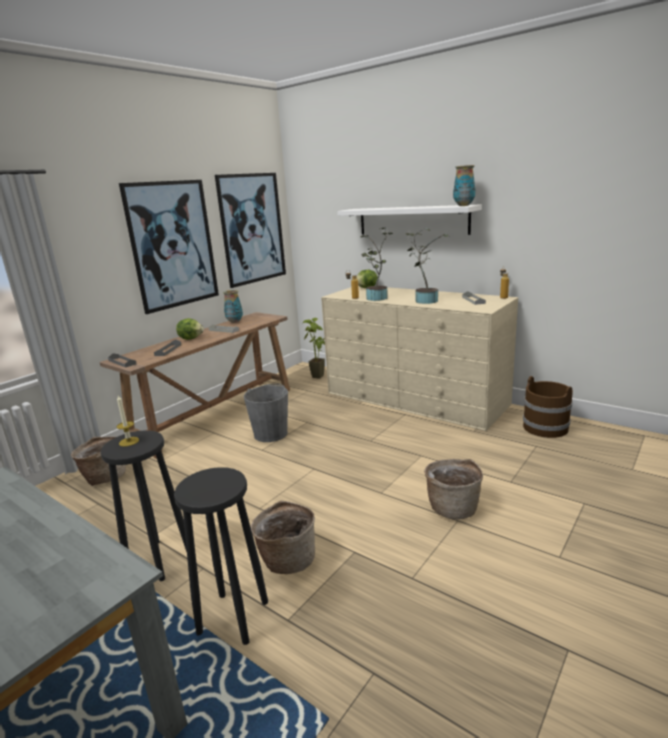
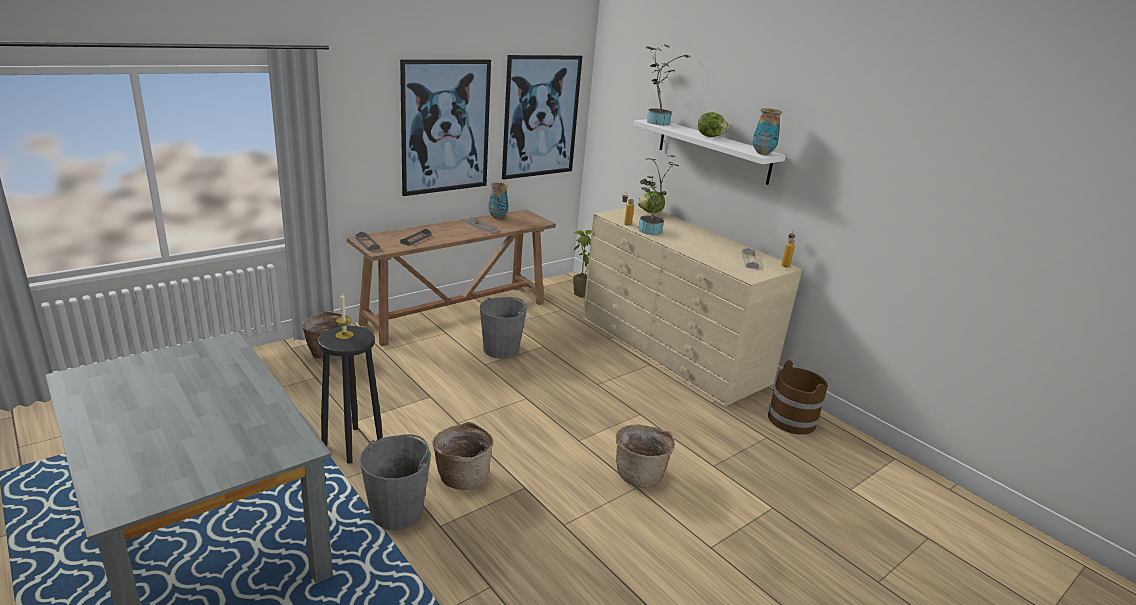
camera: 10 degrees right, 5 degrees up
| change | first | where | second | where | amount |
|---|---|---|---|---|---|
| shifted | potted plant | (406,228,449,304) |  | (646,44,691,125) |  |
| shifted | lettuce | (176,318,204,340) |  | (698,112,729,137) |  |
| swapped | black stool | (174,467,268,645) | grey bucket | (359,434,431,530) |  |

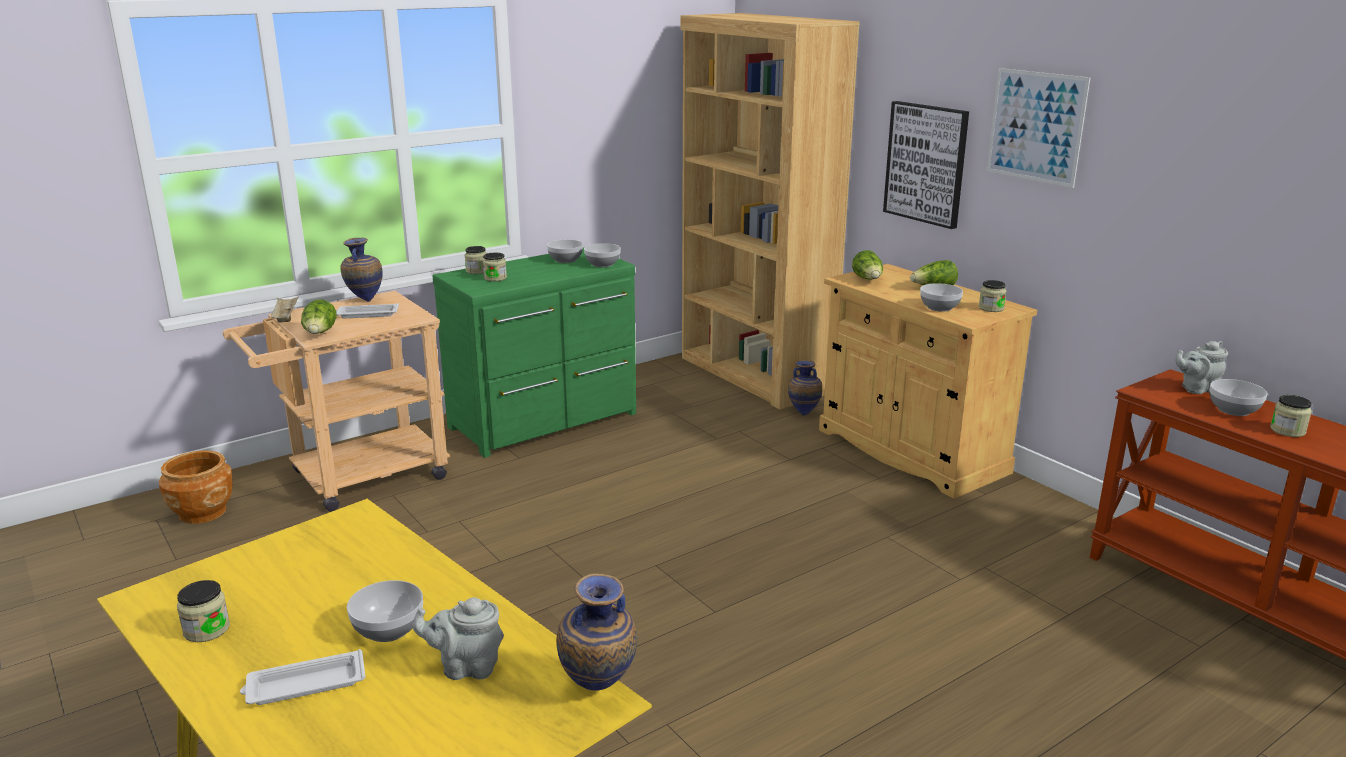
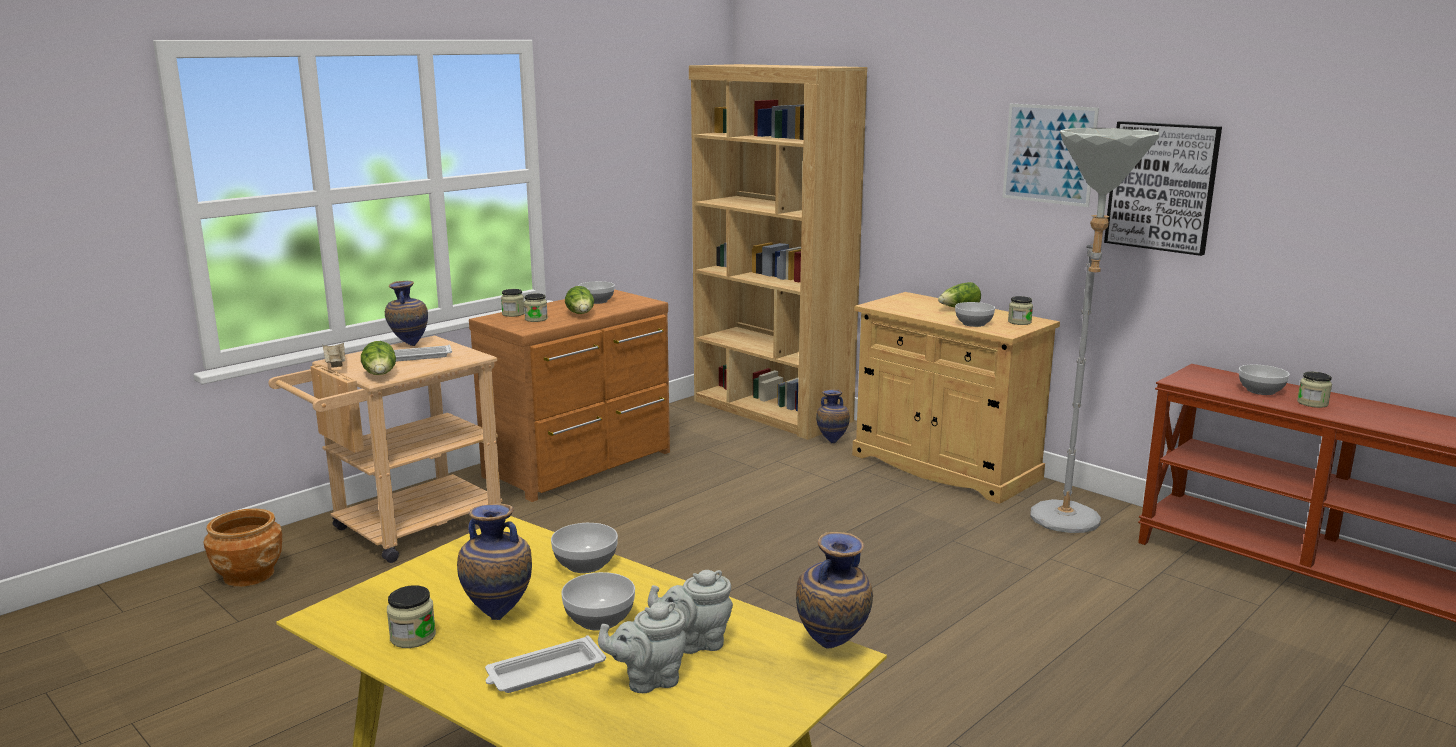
camera: 10 degrees left, 5 degrees down
| change | first | where | second | where | amount |
|---|---|---|---|---|---|
| shifted | picture | (883,101,969,229) |  | (1104,121,1222,256) |  |
| shifted | bowl | (584,243,621,267) |  | (551,523,618,573) |  |
| repainted | green dresser | (433,247,636,458) | brown dresser | (469,289,670,502) |  |
| shifted | lettuce | (852,250,883,280) |  | (565,286,594,314) |  |
| shifted | grey teapot | (1175,341,1228,394) |  | (598,602,686,693) |  |
| new |  |  | grey floor lamp | (1030,128,1159,533) |  |
| new |  |  | vase | (457,503,532,620) |  |

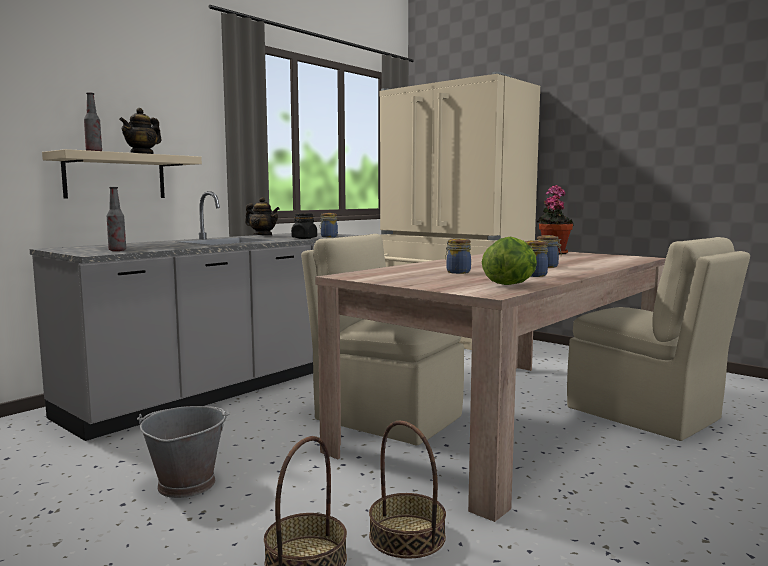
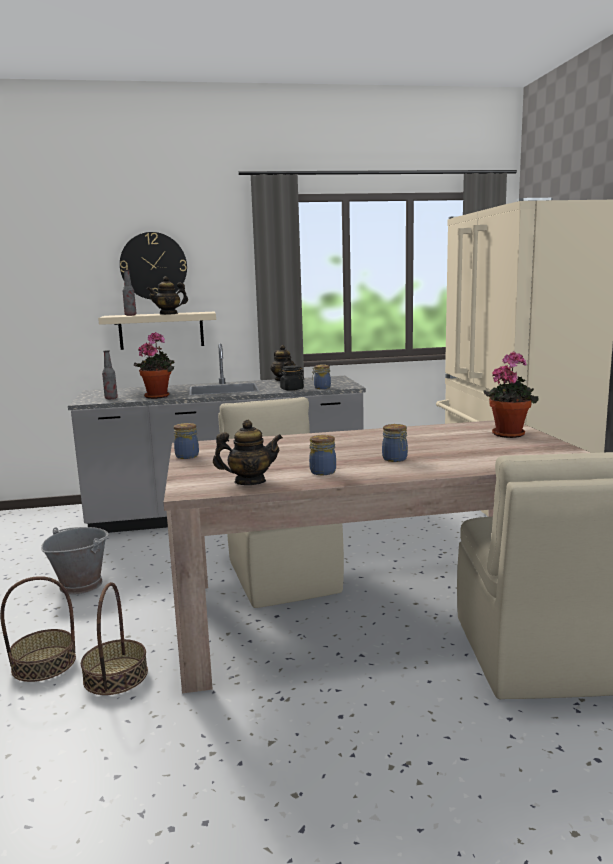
camera: 40 degrees right, 5 degrees up
| change | first | where | second | where | amount |
|---|---|---|---|---|---|
| swapped | lettuce | (482,237,537,285) | teapot | (213,420,283,485) |  |
| shifted | jar | (445,238,471,274) |  | (174,423,199,459) |  |
| new |  |  | wall clock | (120,232,187,299) |  |
| new |  |  | potted plant | (134,332,174,399) |  |

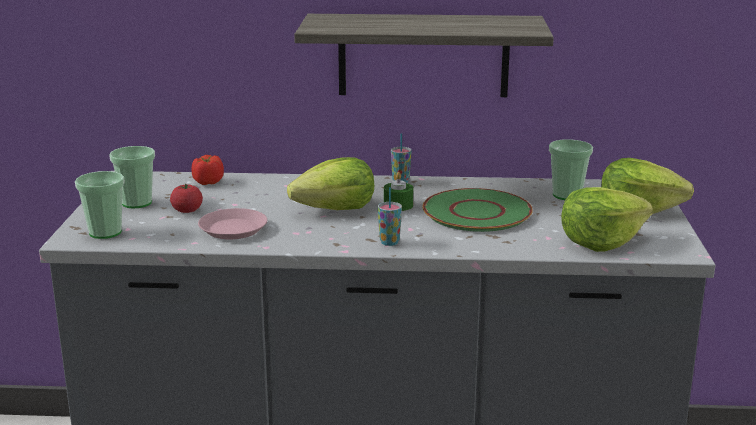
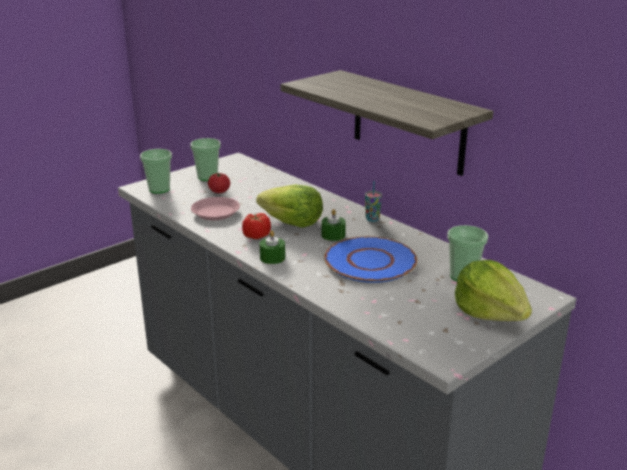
camera: 45 degrees right, 5 degrees up
| change | first | where | second | where | amount |
|---|---|---|---|---|---|
| shifted | tomato | (192,155,224,185) |  | (242,213,271,239) |  |
| swapped | cup | (378,187,402,246) | green candle | (260,231,285,264) |  |
| gone | lettuce | (561,187,653,252) |  |  |  |
| repainted | green plate | (422,188,533,232) | blue plate | (324,236,417,283) |  |

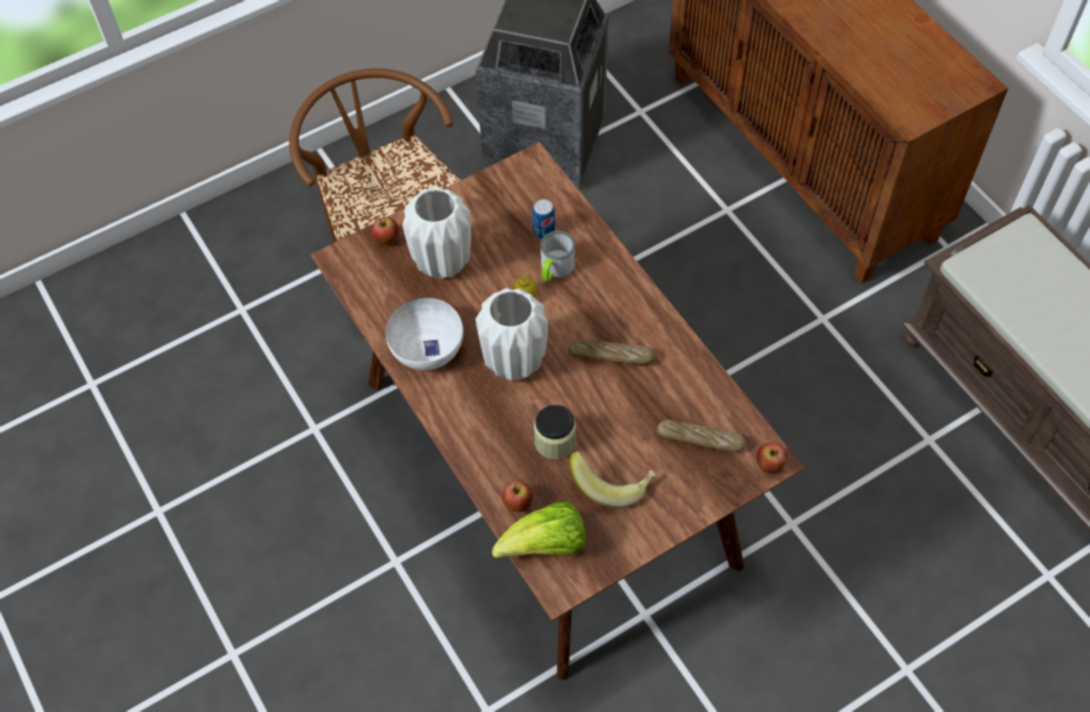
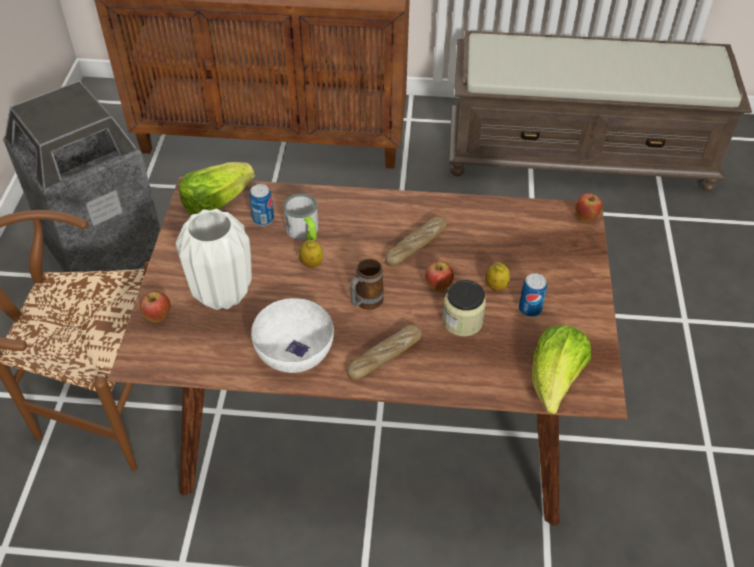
camera: 55 degrees left, 10 degrees down
| change | first | where | second | where | amount |
|---|---|---|---|---|---|
| swapped | white vase | (476,288,548,380) | mug | (350,258,384,310) |  |
| shifted | bread | (657,420,746,452) |  | (347,325,422,380) |  |
| swapped | banana | (568,451,656,508) | can | (519,273,547,317) |  |
| shifted | apple | (502,481,533,512) |  | (425,261,454,291) |  |
| new |  |  | lettuce | (179,162,255,215) |  |
| new |  |  | lemon | (485,262,510,291) |  |

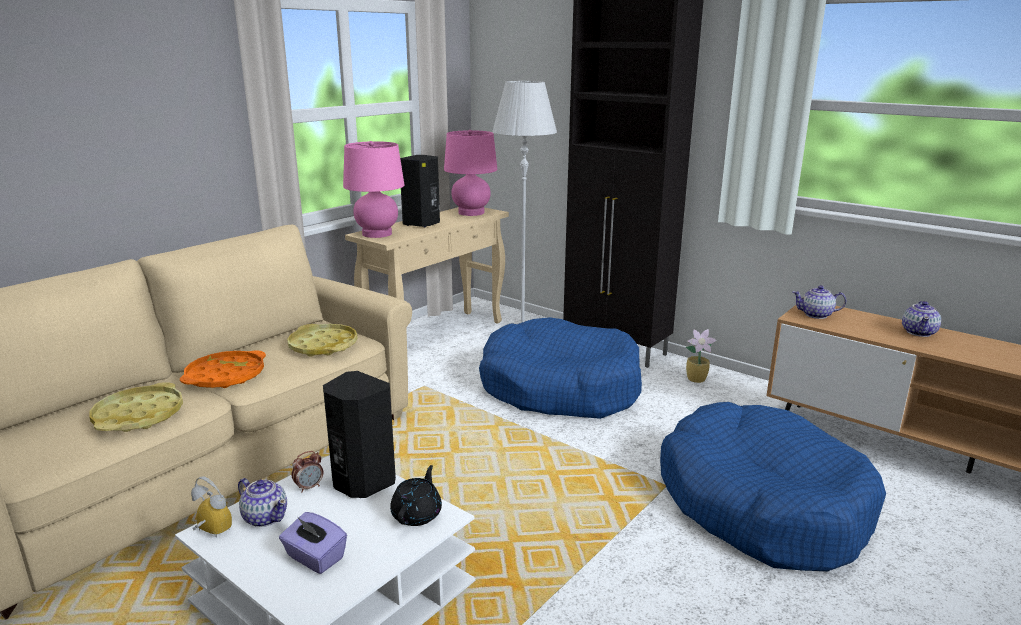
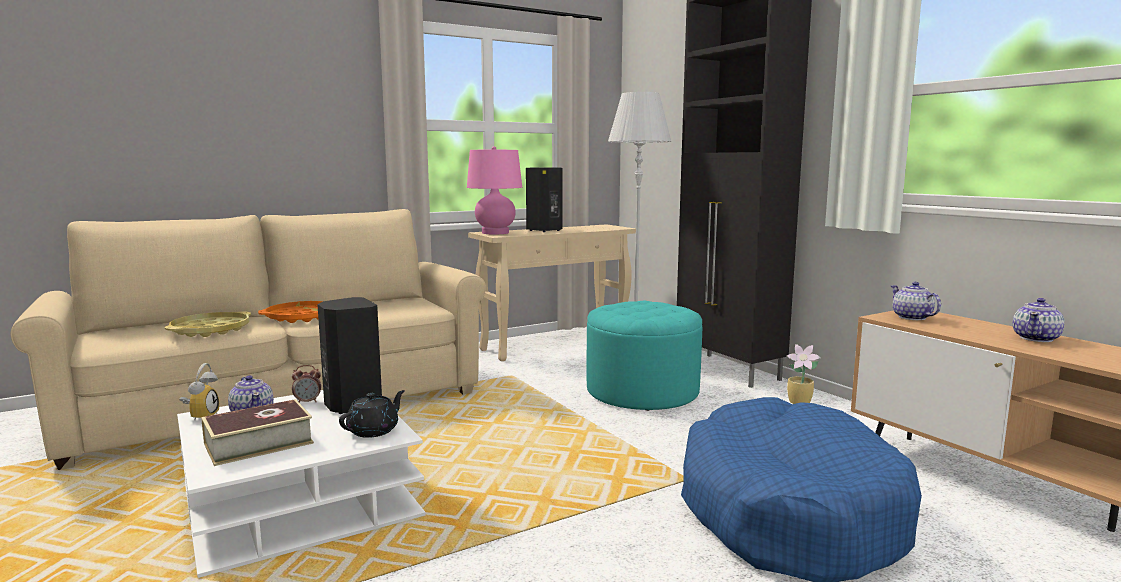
camera: 20 degrees right, 10 degrees down
| change | first | where | second | where | amount |
|---|---|---|---|---|---|
| gone | pink table lamp | (444,130,497,216) |  |  |  |
| rotated | teapot | (793,285,846,319) |  | (891,282,941,320) | 45 degrees clockwise |
| swapped | blue dog bed | (479,317,642,419) | turquoise ottoman | (587,301,702,411) |  |
| gone | yellow tray | (287,324,358,357) |  |  |  |
| rotated | alarm clock | (191,476,232,538) |  | (179,363,219,420) | 45 degrees clockwise |
| swapped | purple tissue box | (279,512,347,574) | book | (201,399,314,466) |  |

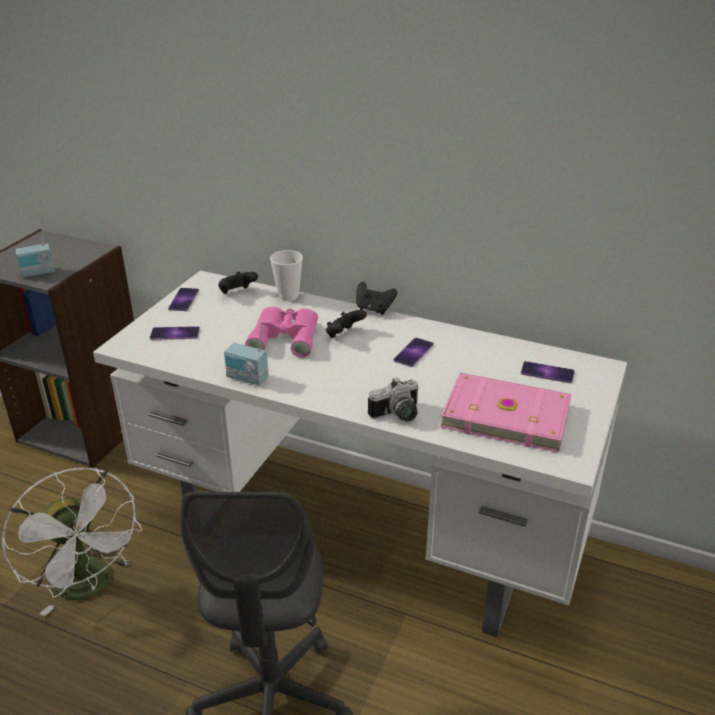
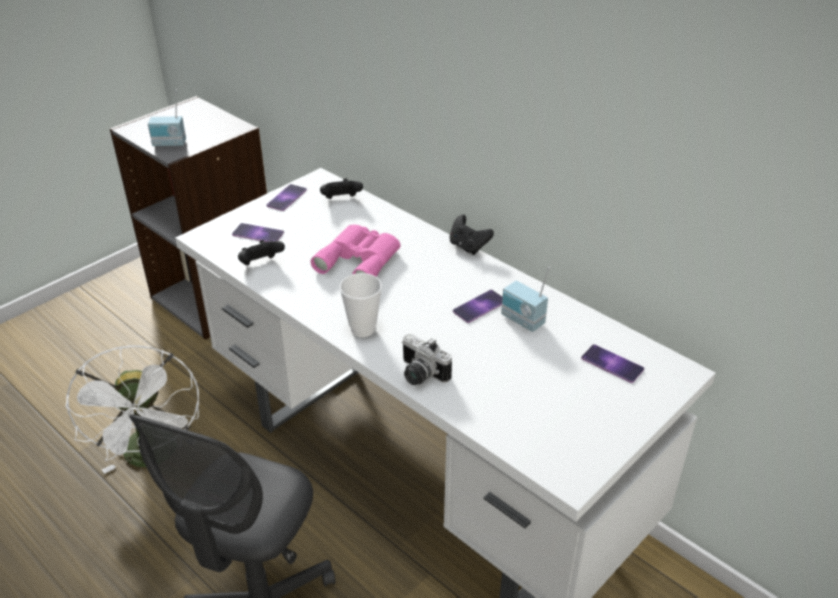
camera: 20 degrees right, 5 degrees up
| change | first | where | second | where | amount |
|---|---|---|---|---|---|
| shifted | cup | (270,250,303,301) |  | (339,273,382,337) |  |
| shifted | black game controller | (326,310,367,338) |  | (238,240,285,265) |  |
| shifted | radio | (224,321,269,386) |  | (501,266,550,332) |  |
| gone | pink book | (440,373,571,453) |  |  |  |
| rotated | photo camera | (368,377,419,422) |  | (402,334,452,385) | 45 degrees clockwise |

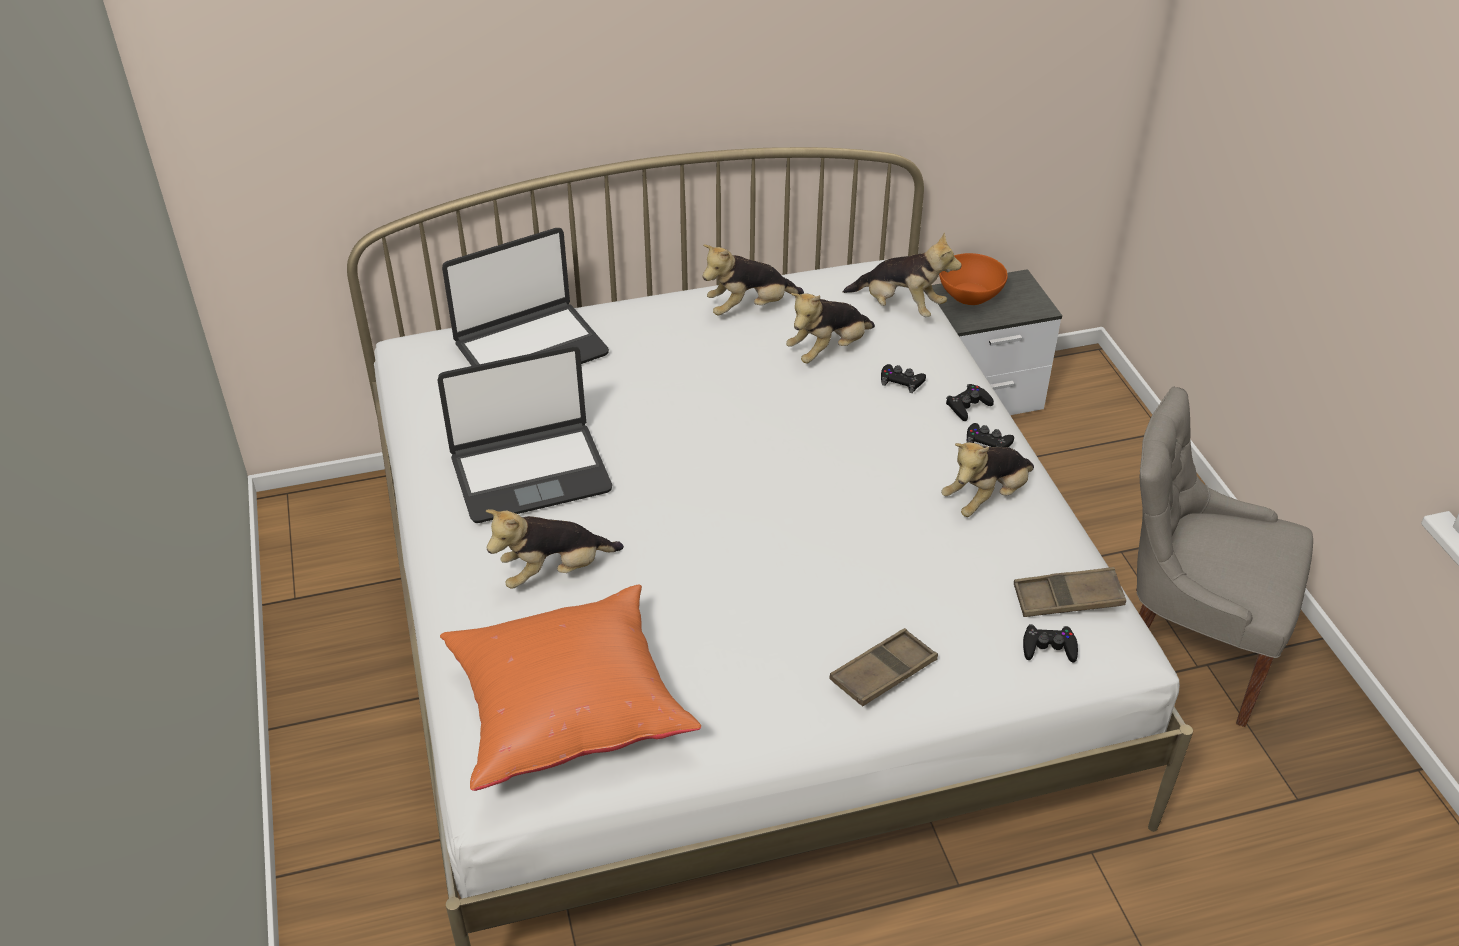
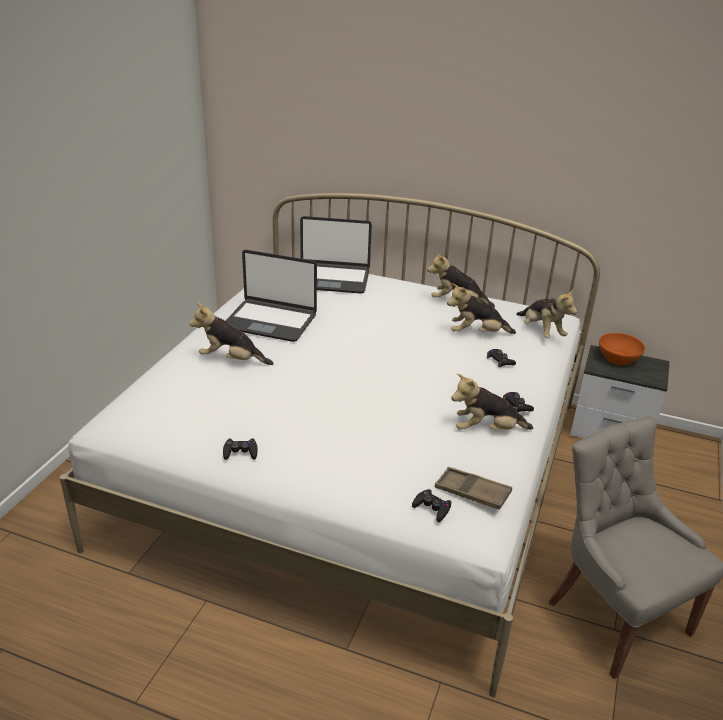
camera: 35 degrees right, 10 degrees down
| change | first | where | second | where | amount |
|---|---|---|---|---|---|
| shifted | black game controller | (946,384,994,421) |  | (223,438,258,460) |  |
| gone | orange pillow | (440,584,701,791) |  |  |  |
| gone | brown tray | (829,628,938,707) |  |  |  |

